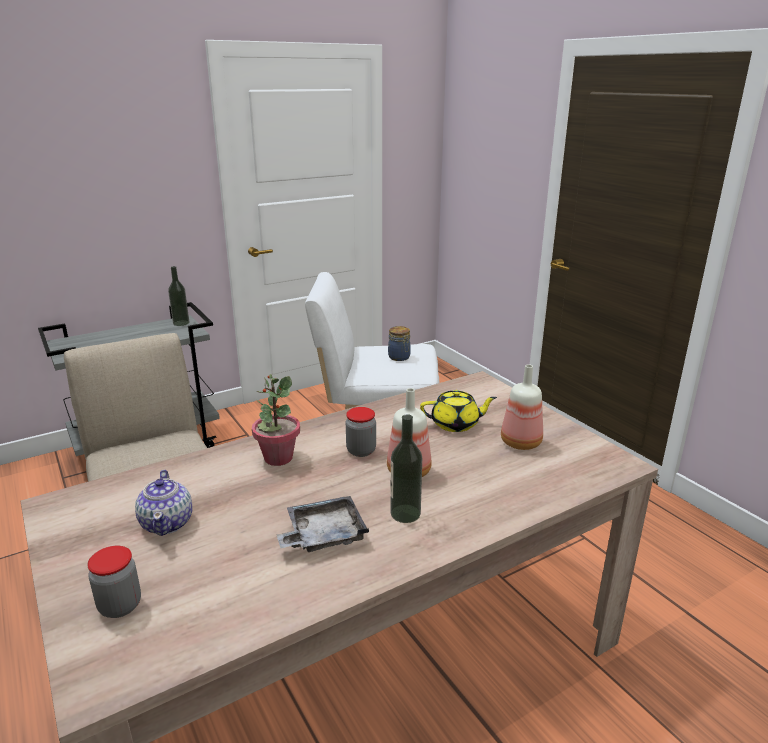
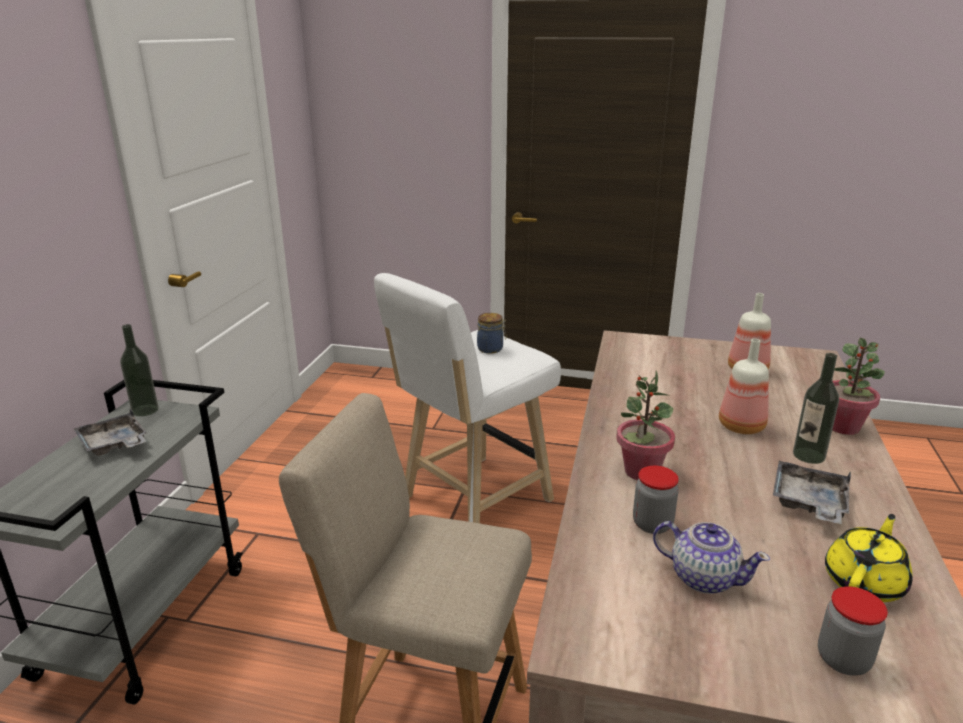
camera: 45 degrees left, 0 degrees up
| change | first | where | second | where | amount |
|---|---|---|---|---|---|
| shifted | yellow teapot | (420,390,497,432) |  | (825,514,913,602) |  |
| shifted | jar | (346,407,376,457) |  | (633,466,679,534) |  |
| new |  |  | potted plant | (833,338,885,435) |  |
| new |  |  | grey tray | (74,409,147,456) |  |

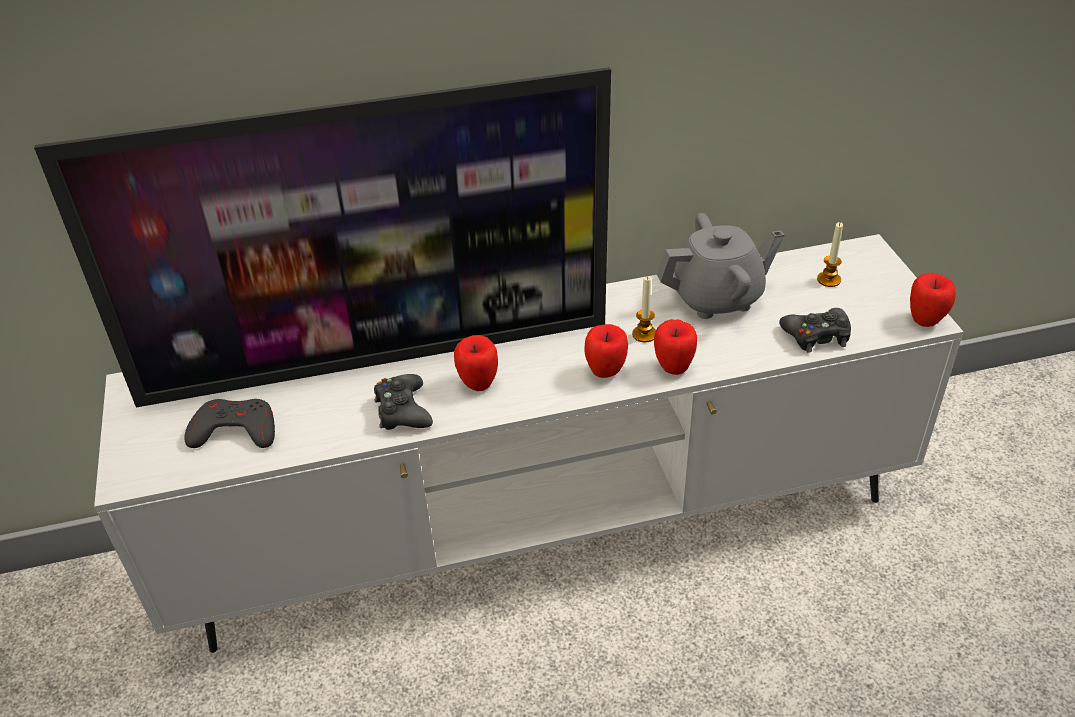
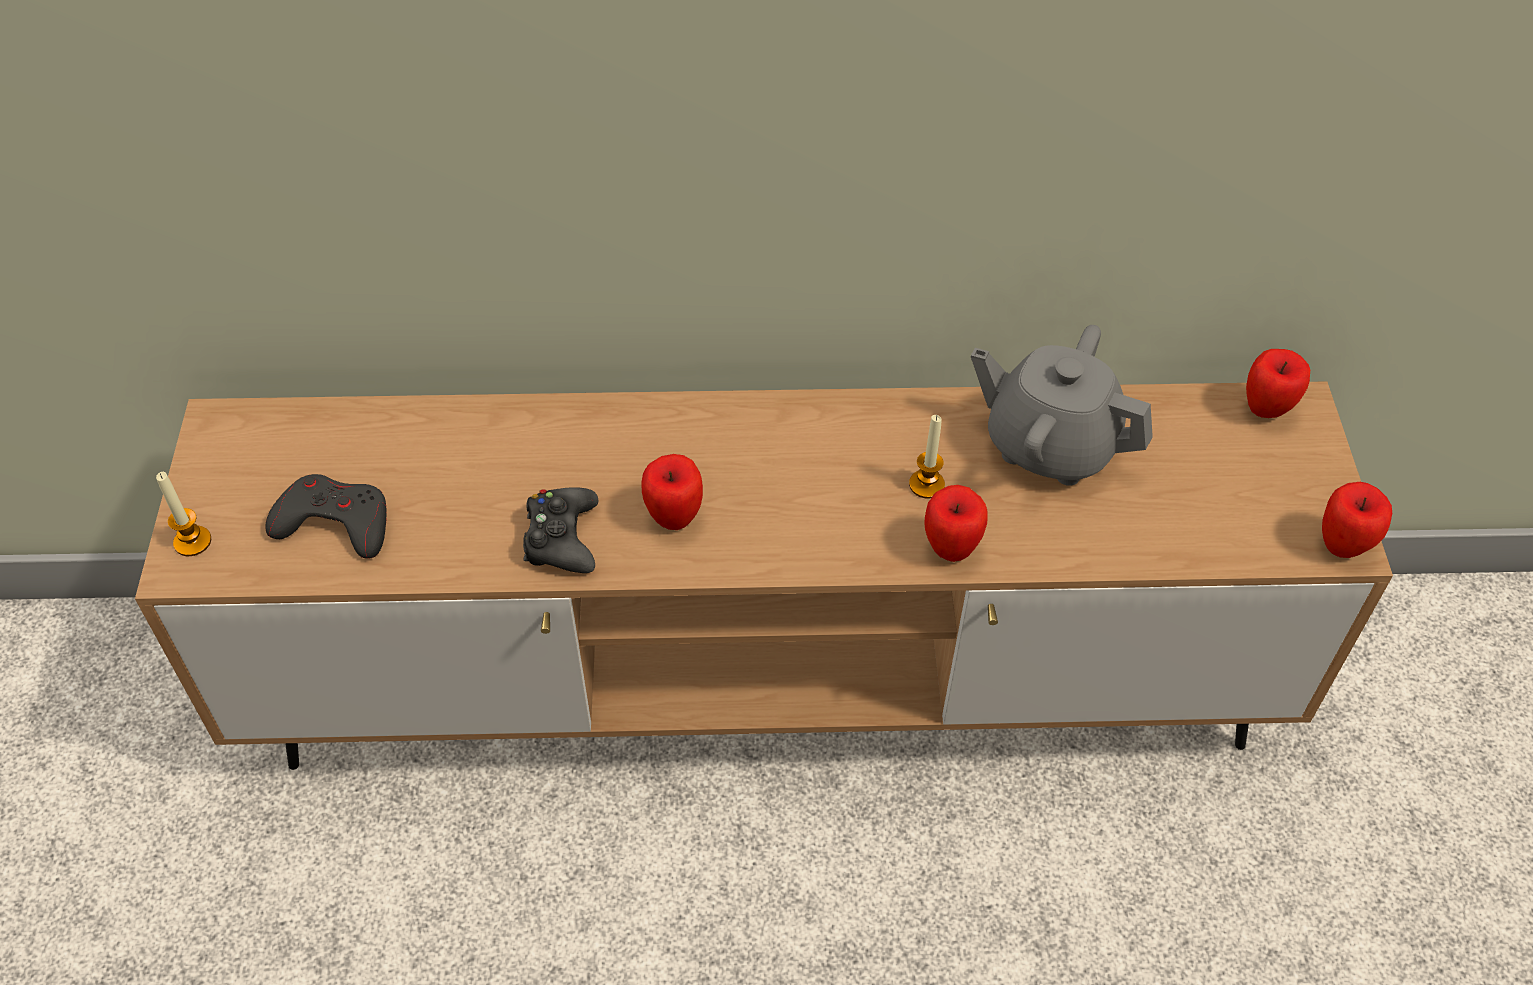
camera: 10 degrees right, 10 degrees up
| change | first | where | second | where | amount |
|---|---|---|---|---|---|
| gone | television | (34,67,611,407) |  |  |  |
| rotated | grey teapot | (657,213,784,319) |  | (971,325,1153,486) | 150 degrees counterclockwise |
| shifted | candle | (817,222,843,287) |  | (156,472,211,556) |  |
| repainted | white tv stand | (94,234,964,653) | brown tv stand | (135,381,1393,770) |  |
| gone | black game controller | (779,308,851,353) |  |  |  |
| shifted | apple | (584,324,628,378) |  | (1246,349,1310,418) |  |

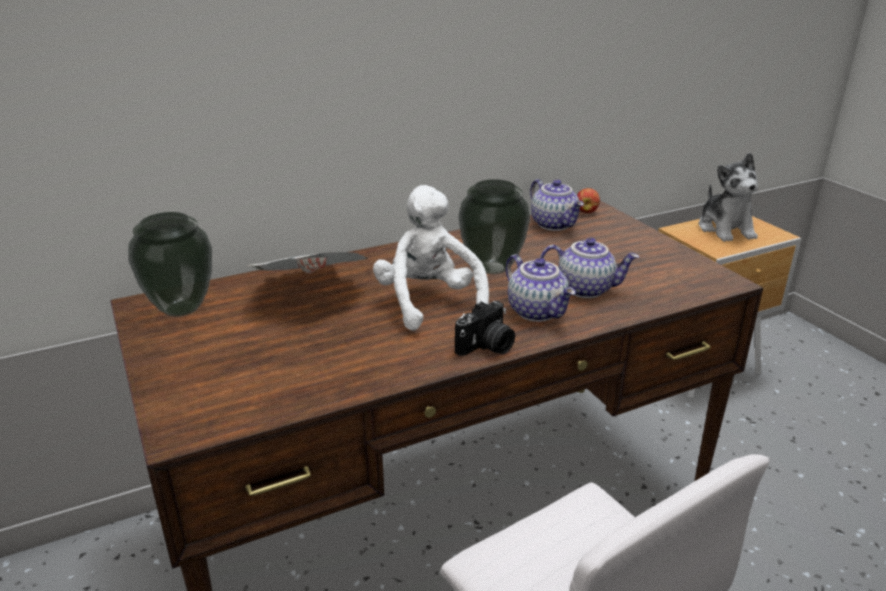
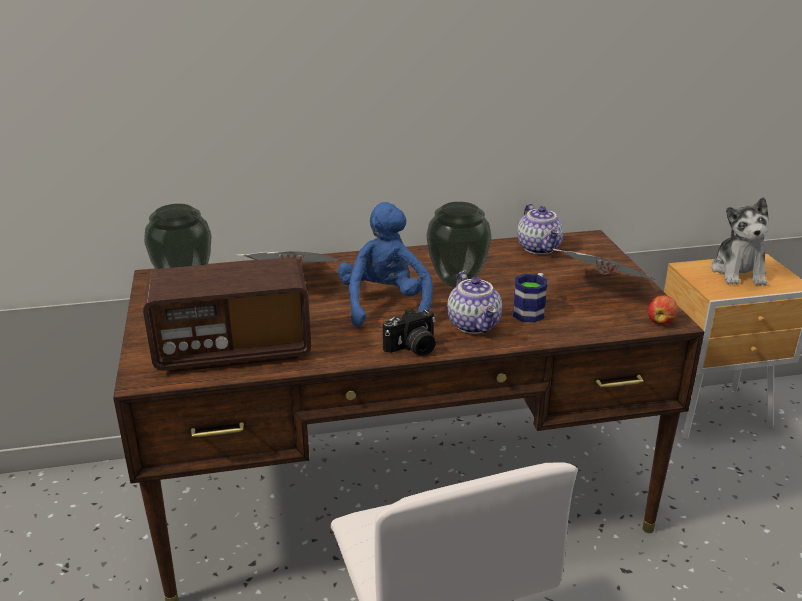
camera: 15 degrees right, 0 degrees up
| change | first | where | second | where | amount |
|---|---|---|---|---|---|
| repainted | white plush toy | (373,185,489,331) | blue plush toy | (338,202,433,327) |  |
| shifted | apple | (577,188,600,213) |  | (648,295,678,325) |  |
| swapped | teapot | (540,238,639,298) | mug | (513,273,547,322) |  |
| new |  |  | newspaper | (553,249,655,280) |  |
| new |  |  | radio | (143,257,311,372) |  |

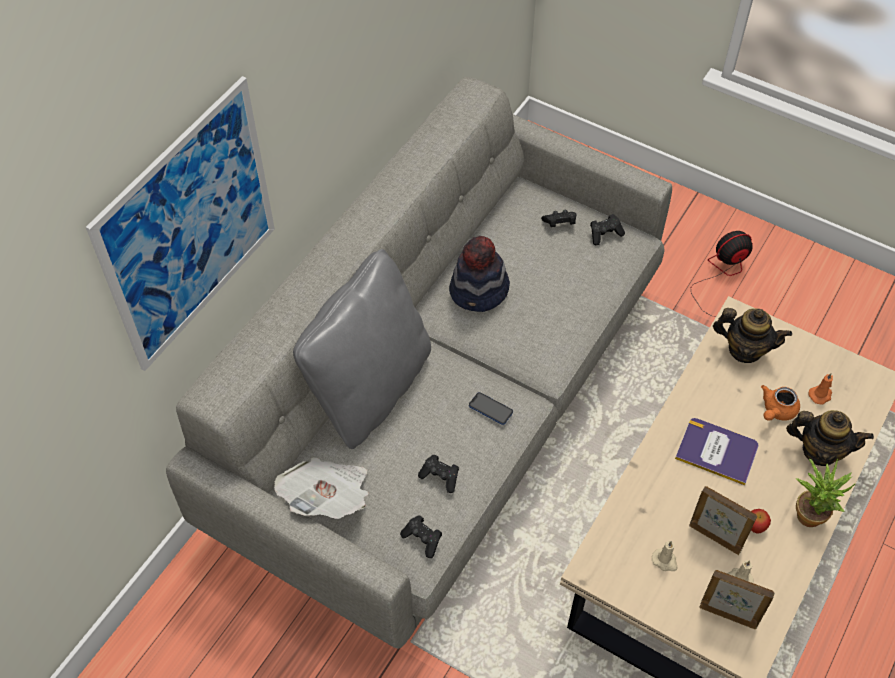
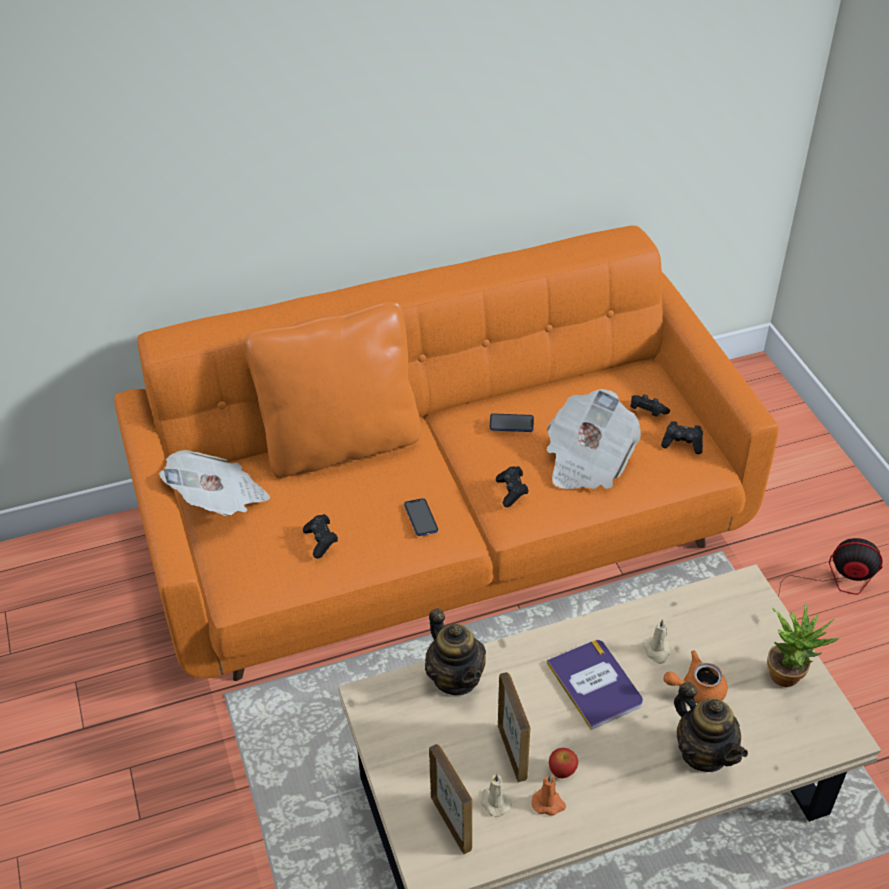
camera: 40 degrees right, 10 degrees down
| change | first | where | second | where | amount |
|---|---|---|---|---|---|
| gone | picture | (86,76,275,371) |  |  |  |
| repainted | grey sofa | (166,77,672,649) | orange sofa | (114,226,779,681) |  |
| swapped | hat | (449,236,510,312) | phone | (490,413,534,432) |  |
| repainted | grey pillow | (293,249,431,449) | orange pillow | (243,302,421,479) |  |
| shifted | teapot | (713,308,792,363) |  | (425,608,486,695) |  |
| shifted | orange candle | (809,373,833,405) |  | (532,774,566,816) |  |
| shifted | potted plant | (796,459,855,527) |  | (767,603,839,687) |  |
| shifted | black game controller | (400,516,442,558) |  | (496,466,529,507) |  |
| shifted | beige candle | (652,541,678,571) |  | (643,619,670,664) |  |
| new |  |  | newspaper | (546,389,641,489) |  |

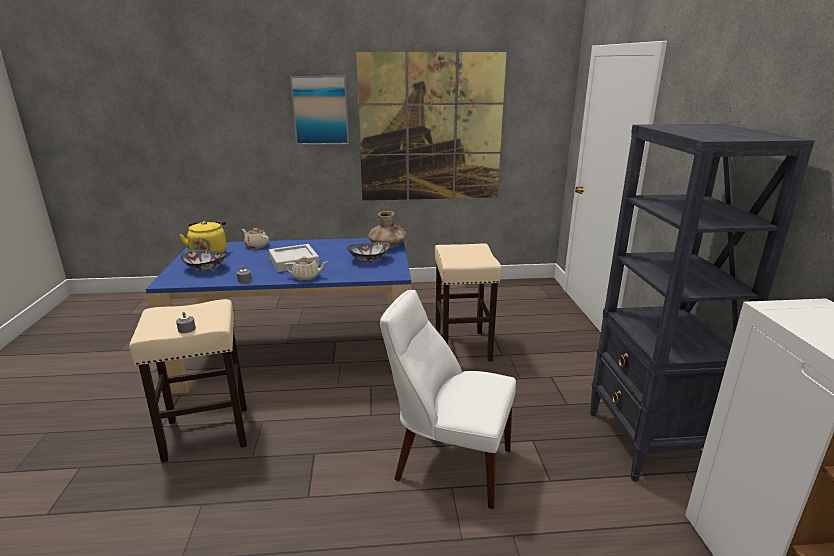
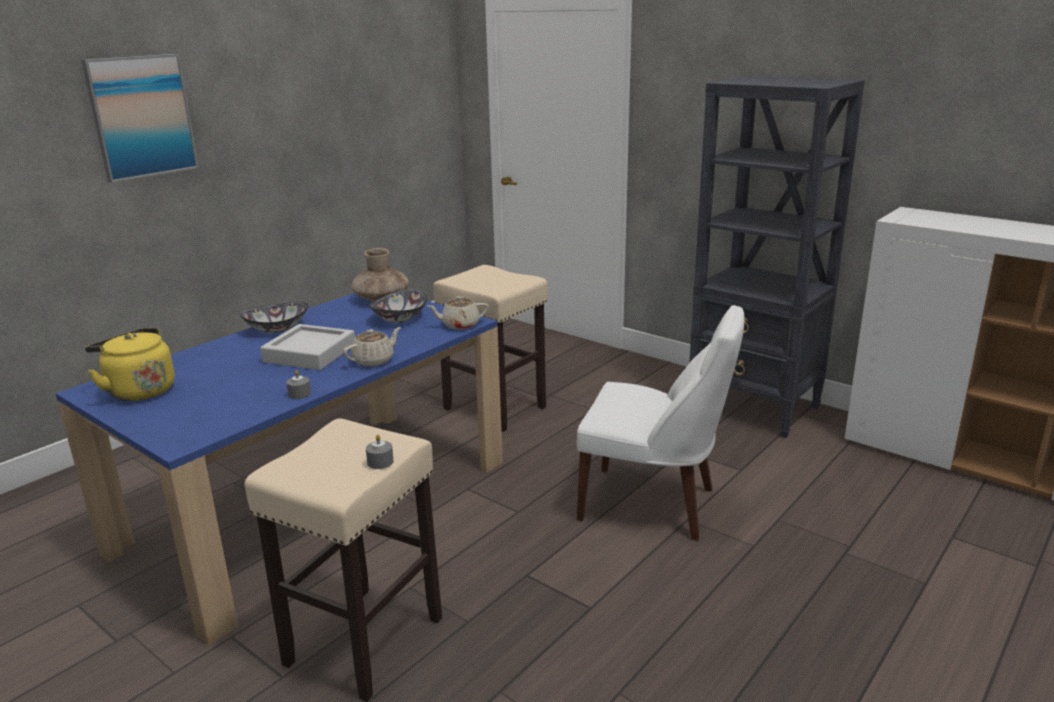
camera: 45 degrees left, 0 degrees up
| change | first | where | second | where | amount |
|---|---|---|---|---|---|
| gone | picture | (356,52,507,201) |  |  |  |
| shifted | beige teapot | (242,228,269,249) |  | (428,296,489,330) |  |
| shifted | bowl | (181,249,226,271) |  | (239,302,308,333) |  |
| rotated | white chair | (380,290,516,509) |  | (577,305,744,541) | 135 degrees counterclockwise |

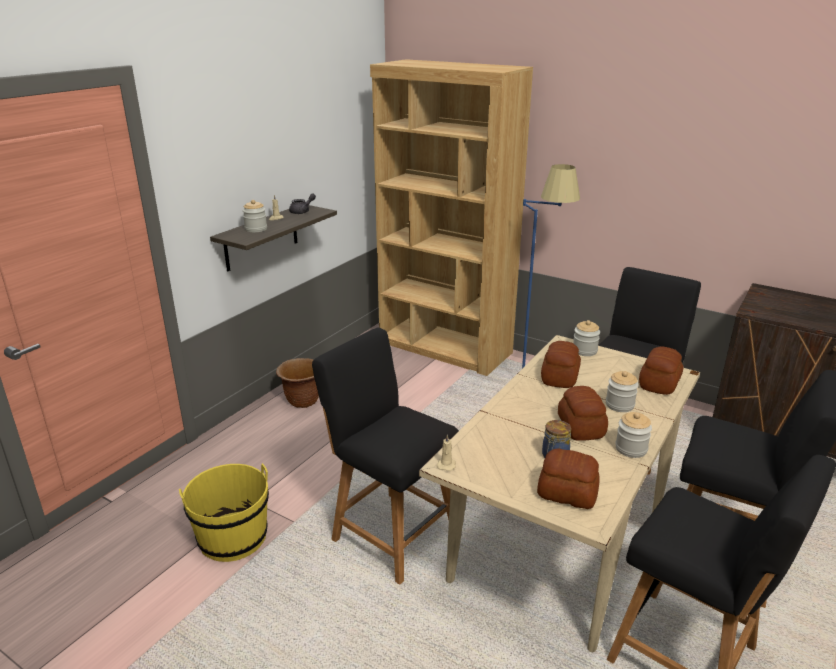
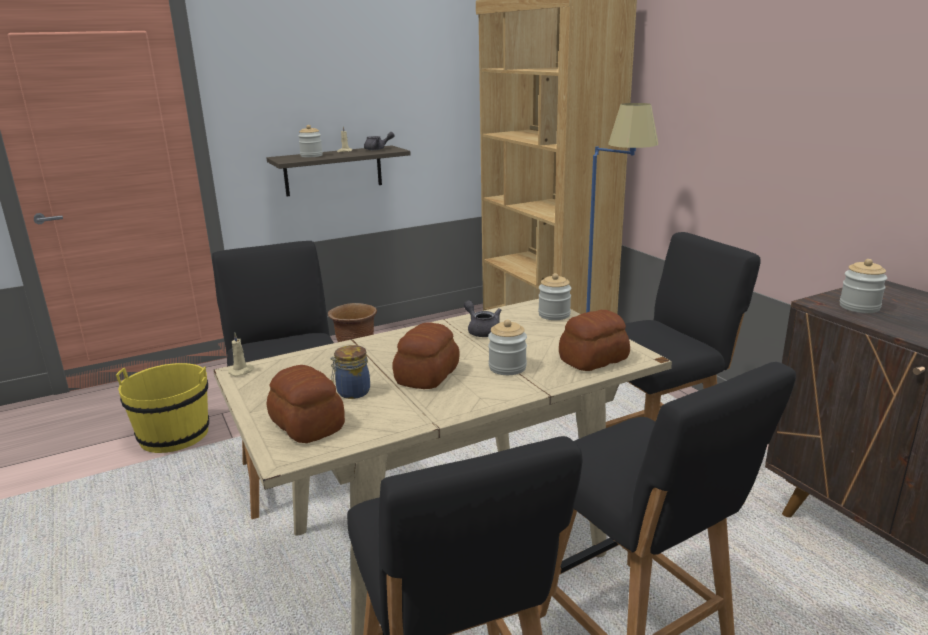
camera: 30 degrees right, 5 degrees down
| change | first | where | second | where | amount |
|---|---|---|---|---|---|
| swapped | bread | (541,341,581,388) | grey teapot | (464,300,501,337) |  |
| shifted | jar | (615,412,652,458) |  | (840,259,887,313) |  |

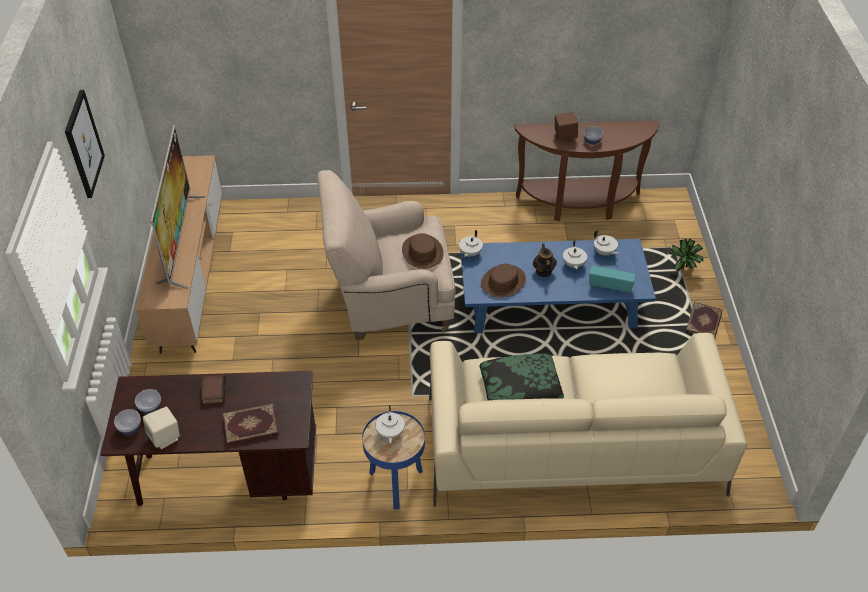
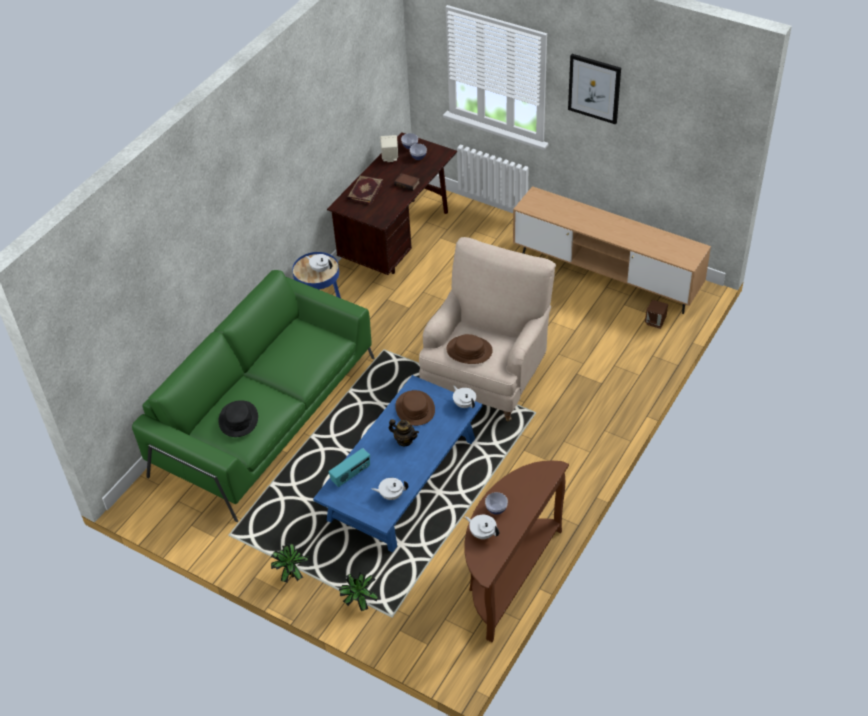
camera: 125 degrees right, 0 degrees up
| change | first | where | second | where | amount |
|---|---|---|---|---|---|
| shifted | brown speaker | (555,112,578,142) |  | (645,300,668,329) |  |
| gone | television | (151,125,206,289) |  |  |  |
| shifted | white teapot | (563,240,587,269) |  | (465,515,499,539) |  |
| swapped | book | (686,302,722,338) | potted plant | (271,544,308,583) |  |
| repainted | beige sofa | (429,333,747,507) | green sofa | (132,270,375,522) |  |
| gone | pillow | (479,354,564,400) |  |  |  |
| new |  |  | black hat | (219,400,258,437) |  |

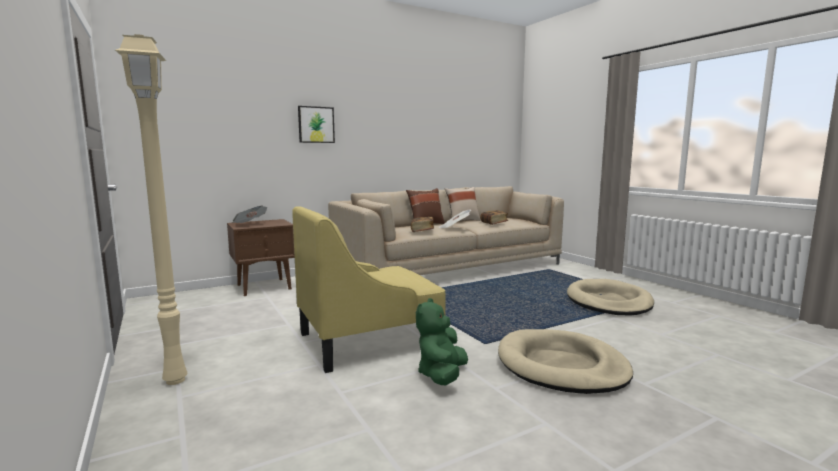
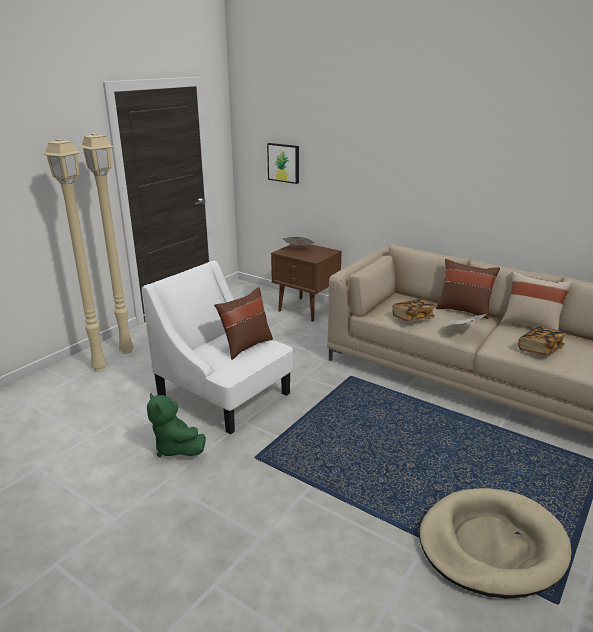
camera: 65 degrees right, 15 degrees up
| change | first | where | second | where | amount |
|---|---|---|---|---|---|
| shifted | picture | (298,106,335,143) |  | (267,143,299,184) |  |
| repainted | yellow armchair | (292,206,446,373) | white armchair | (142,261,294,434) |  |
| rotated | green plush toy | (416,298,468,385) |  | (147,393,206,457) | 120 degrees counterclockwise |
| gone | beige dog bed | (498,329,633,394) |  |  |  |
| new |  |  | beige floor lamp | (42,139,107,371) |  |
| new |  |  | brown pillow | (214,287,273,360) |  |

